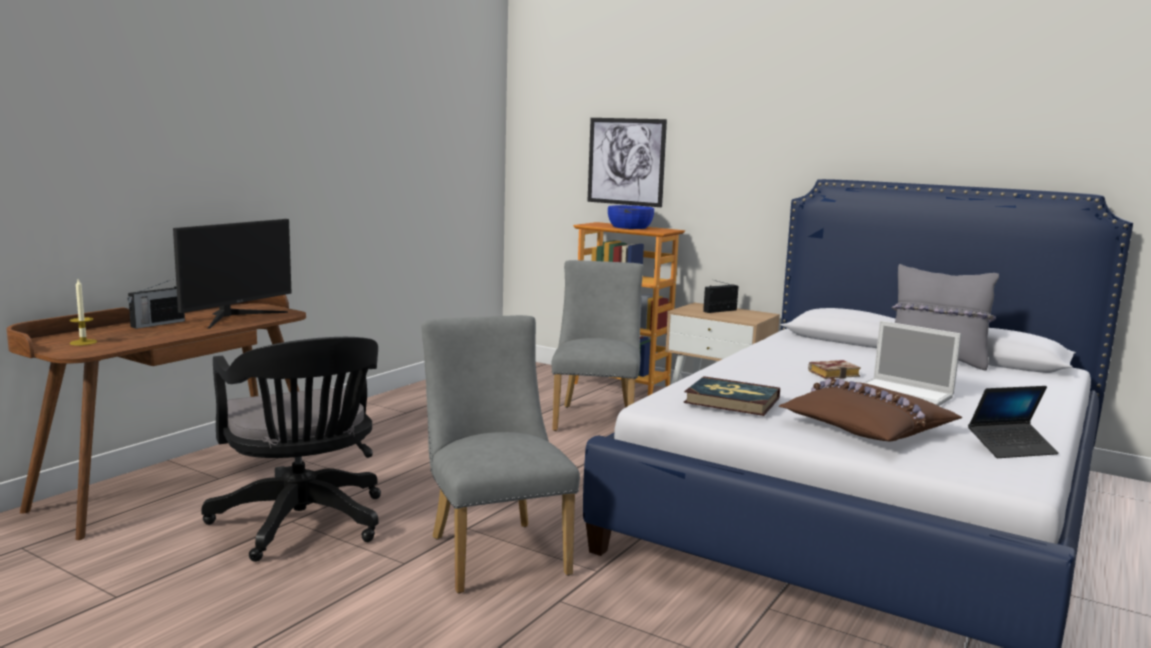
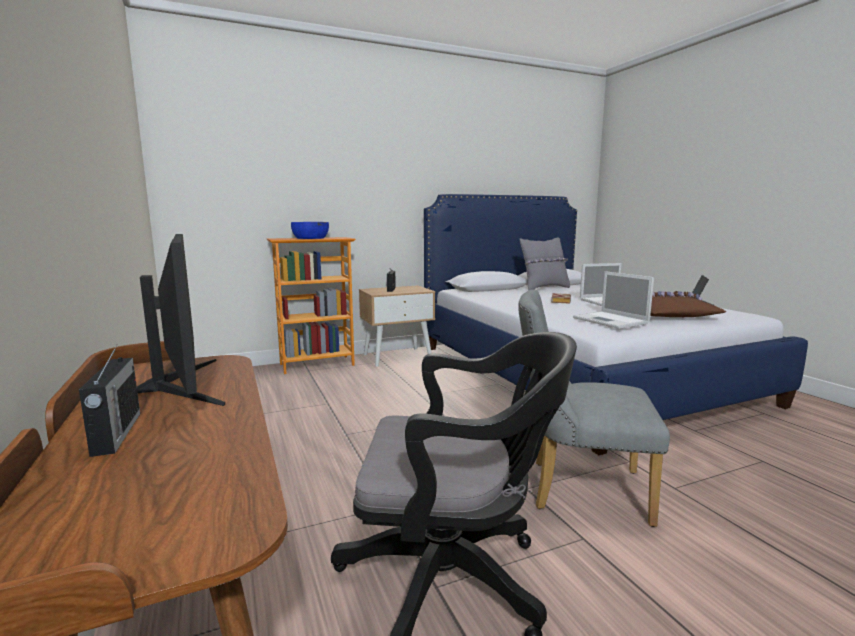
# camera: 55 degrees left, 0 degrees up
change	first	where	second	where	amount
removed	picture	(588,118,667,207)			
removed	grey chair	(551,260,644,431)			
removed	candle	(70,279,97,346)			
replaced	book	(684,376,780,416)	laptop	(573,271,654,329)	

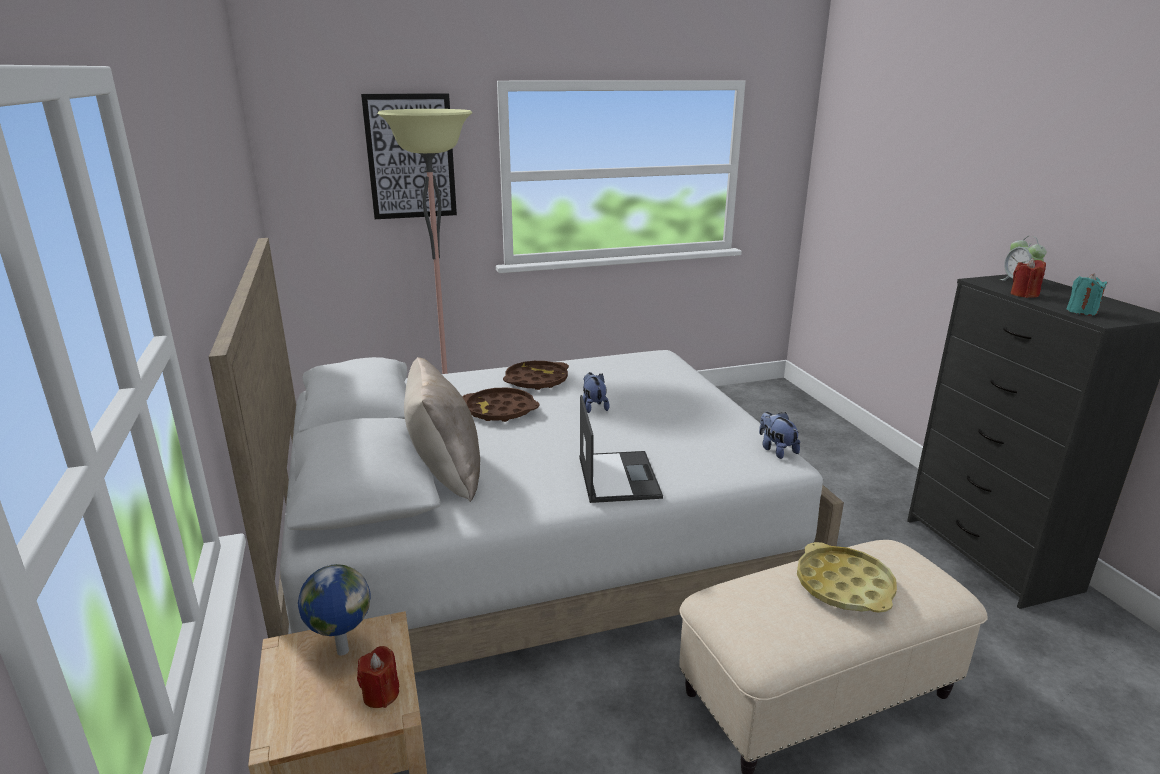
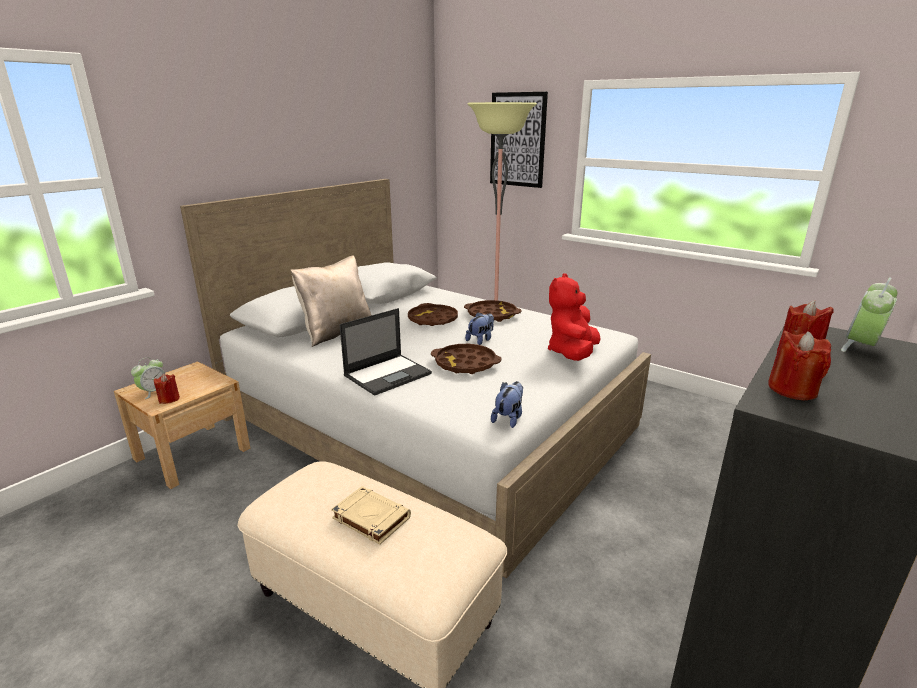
# camera: 55 degrees right, 0 degrees up
change	first	where	second	where	amount
recoloured	turquoise candle	(1066,273,1108,316)	red candle	(768,331,831,400)	
replaced	yellow tray	(797,542,897,613)	beige book	(331,486,411,545)	
removed	globe	(298,564,371,656)			
added			red plush toy	(548,273,601,361)	
added			brown tray	(431,344,501,374)	
added			alarm clock	(131,357,165,399)	

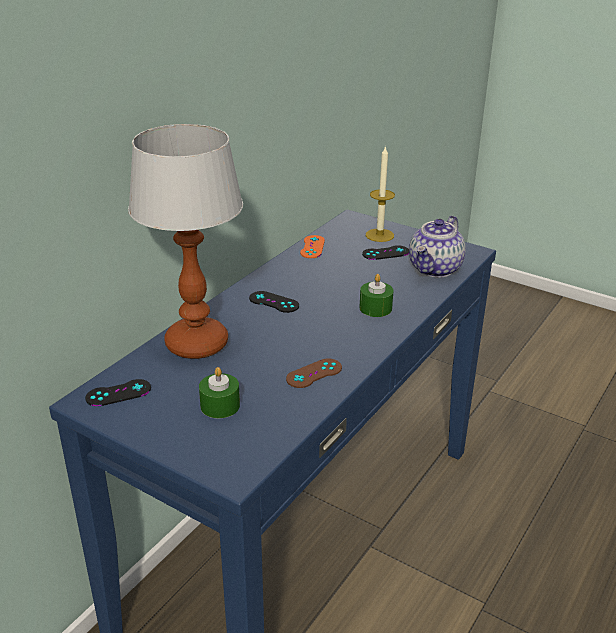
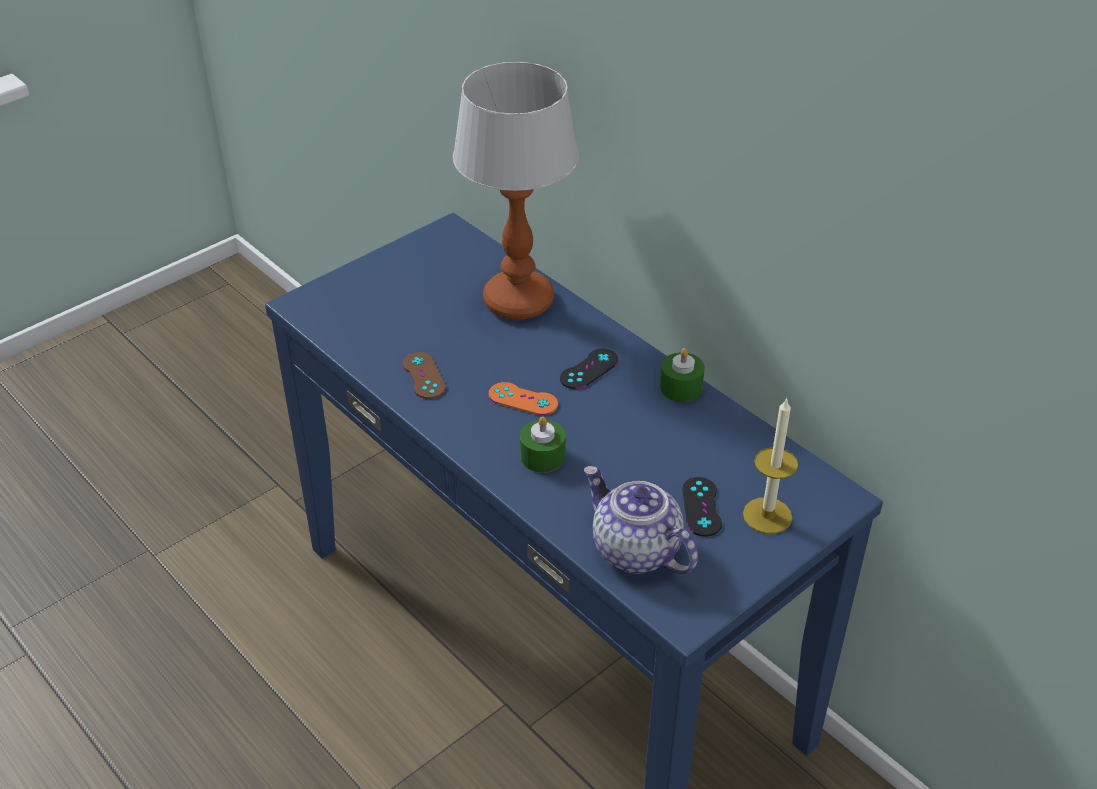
# camera: 105 degrees right, 10 degrees up
change	first	where	second	where	amount
moved	orange game controller	(300,235,325,258)		(489,382,558,415)	
moved	green candle	(199,367,240,418)		(660,348,705,402)	
removed	black game controller	(85,379,151,406)			

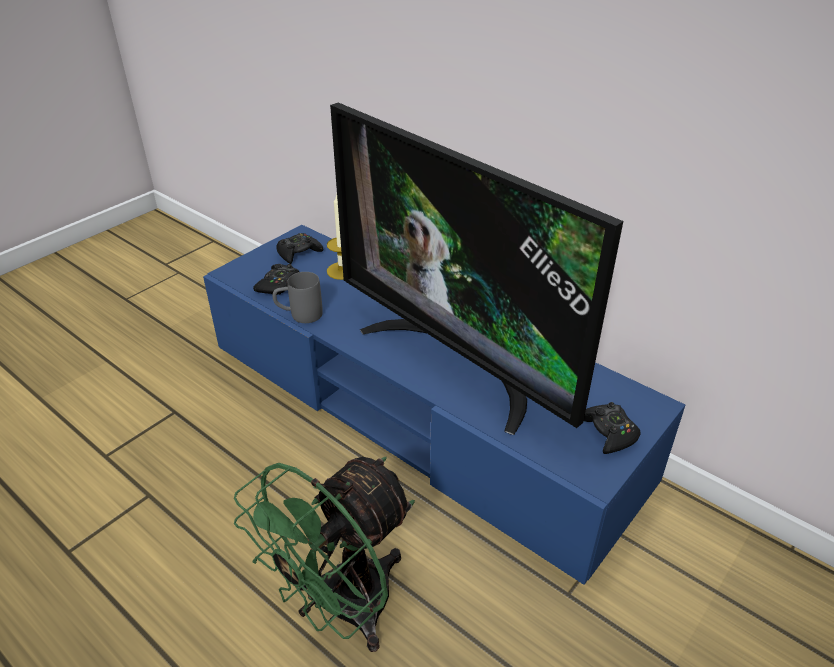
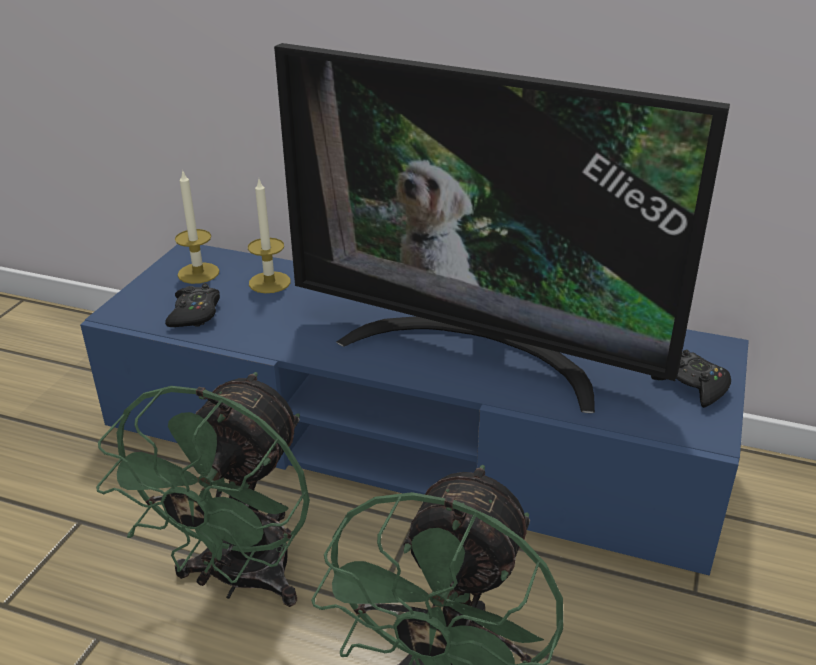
# camera: 20 degrees left, 5 degrees down
change	first	where	second	where	amount
replaced	black game controller	(276,233,323,264)	candle	(175,169,219,284)	
removed	grey mug	(272,272,323,323)			
added			green fan	(96,372,310,607)	

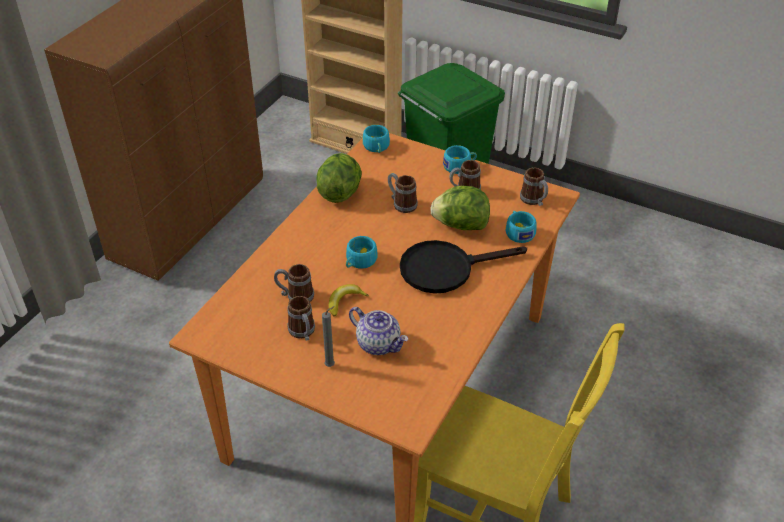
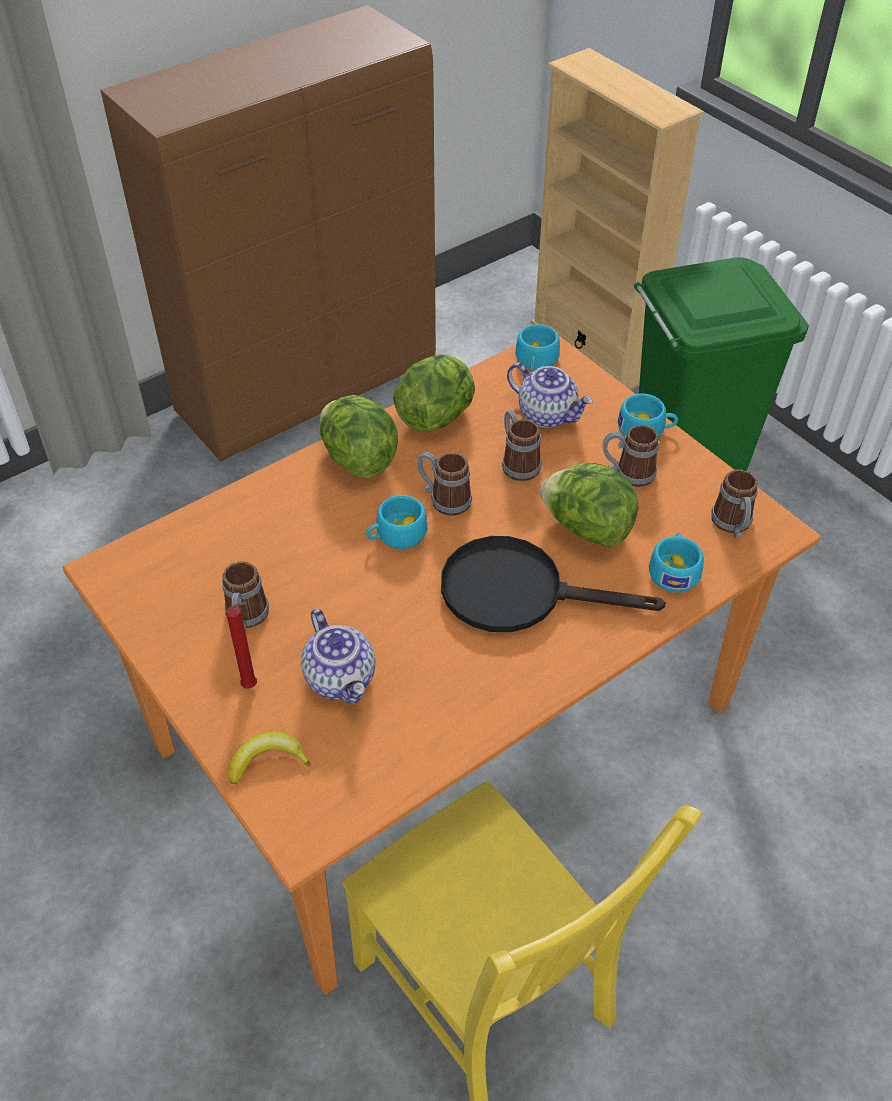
# camera: 25 degrees right, 5 degrees up
change	first	where	second	where	amount
moved	mug	(274,264,314,302)		(417,452,472,516)	
moved	banana	(329,284,369,317)		(228,731,311,784)	
recoloured	grey candle	(322,306,335,367)	red candle	(226,602,257,689)	
added			teapot	(507,363,593,428)	
added			lettuce	(320,395,398,478)	

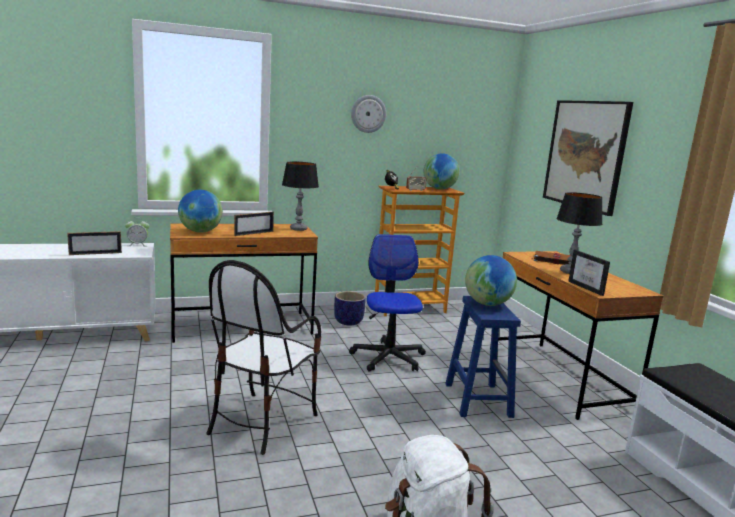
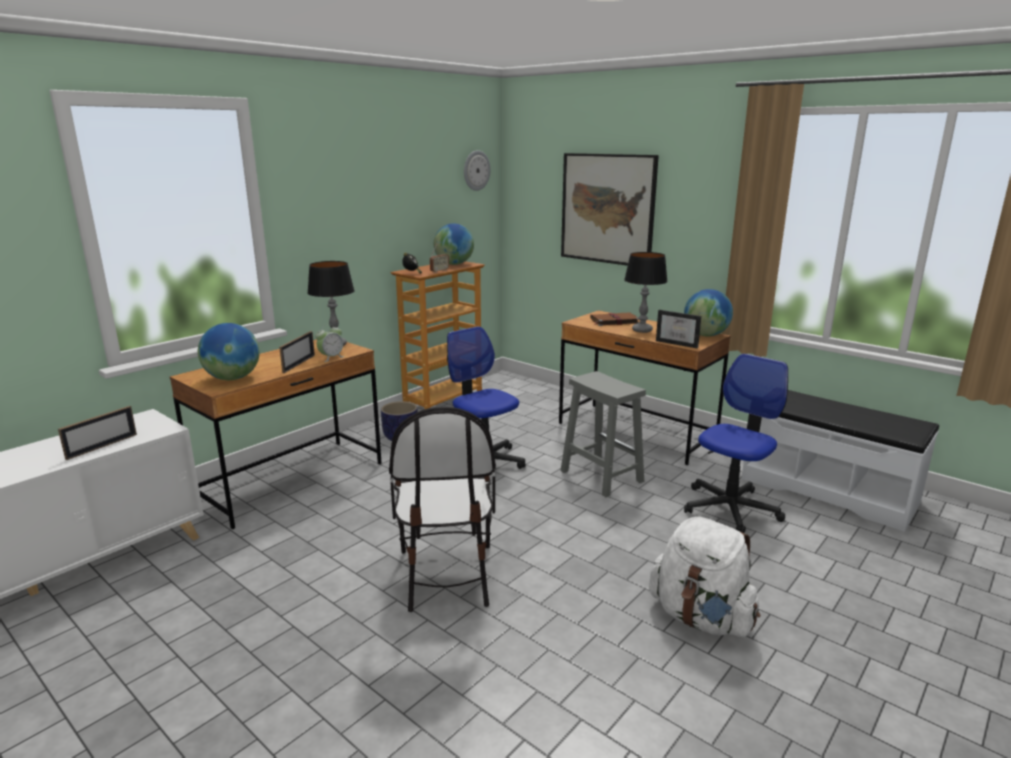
# camera: 30 degrees left, 5 degrees up
change	first	where	second	where	amount
moved	wall clock	(351,95,386,133)		(464,150,491,191)	
moved	alarm clock	(125,218,149,246)		(315,324,345,362)	
moved	globe	(465,255,517,306)		(684,289,733,336)	
recoloured	blue stool	(445,296,521,418)	grey stool	(561,371,646,497)	
added			office chair	(684,354,788,533)	

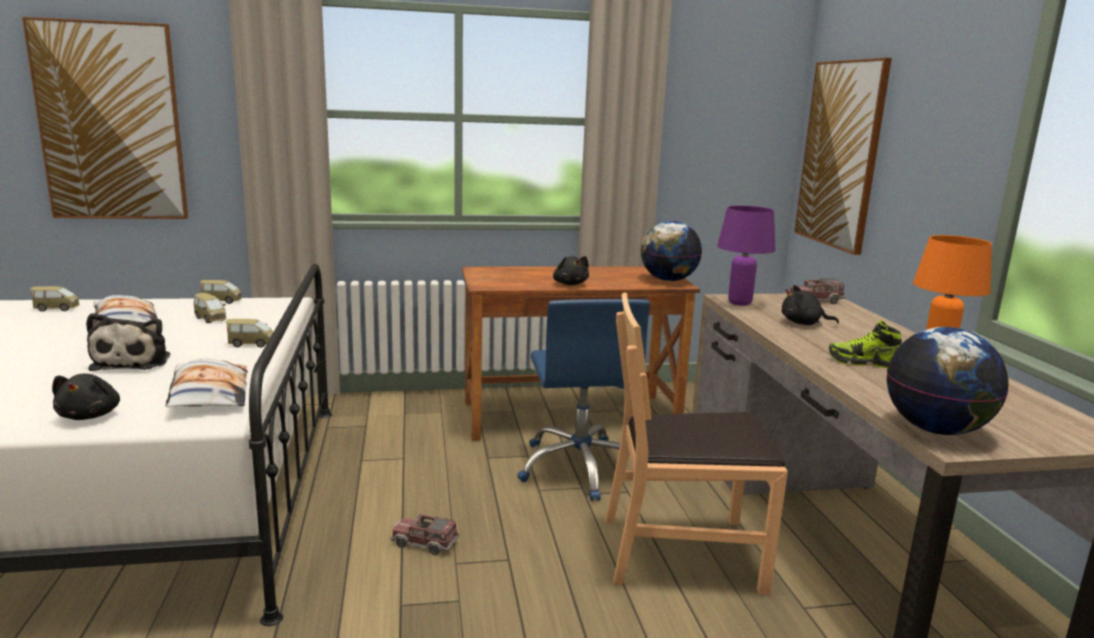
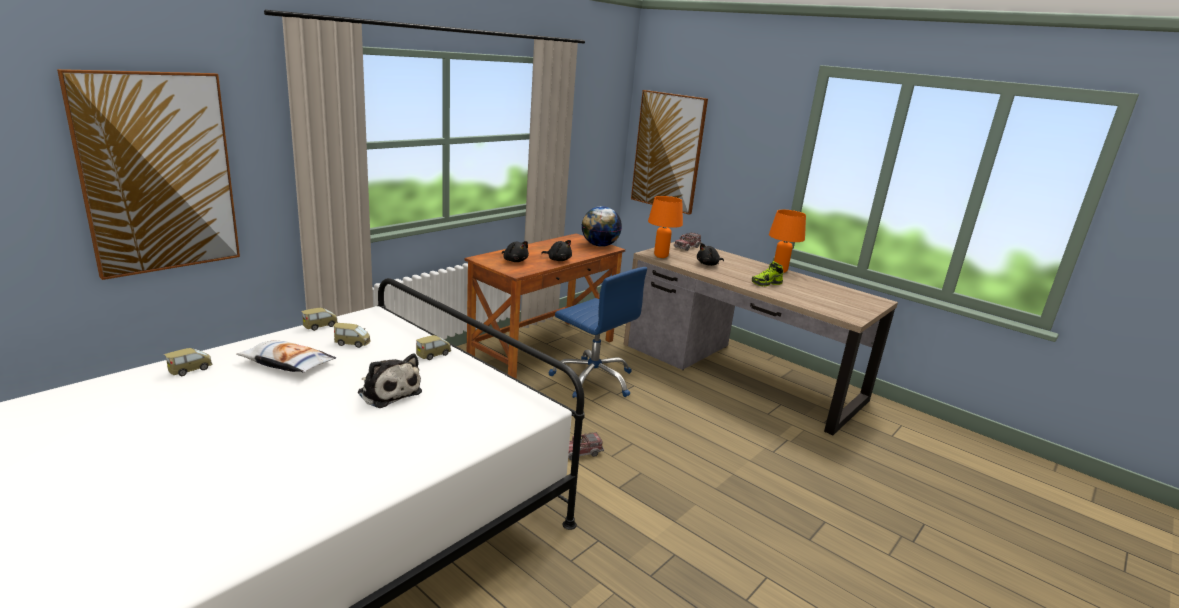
# camera: 40 degrees left, 5 degrees up
change	first	where	second	where	amount
recoloured	purple table lamp	(717,205,776,306)	orange table lamp	(648,196,683,258)	
removed	brown chair	(605,292,788,595)			
removed	globe	(887,327,1009,435)			
removed	pillow	(165,358,248,407)			
moved	black plush toy	(52,374,120,420)		(502,241,529,262)	

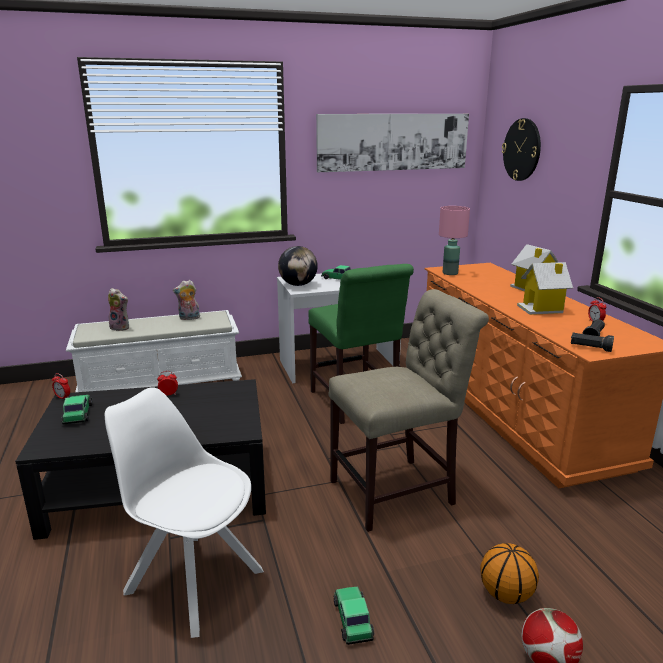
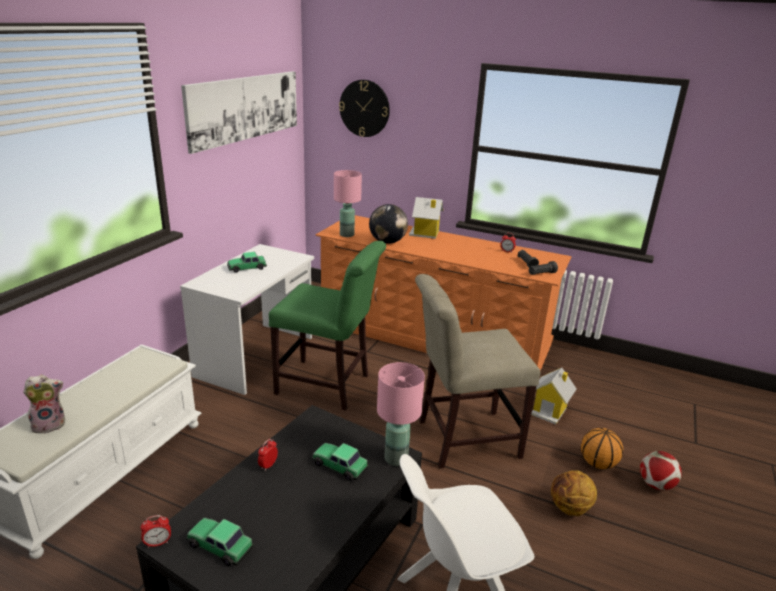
# camera: 50 degrees left, 5 degrees up
change	first	where	second	where	amount
moved	globe	(278,246,318,286)		(369,204,408,244)	
moved	toy house	(517,262,573,315)		(531,368,577,424)	
removed	plush toy	(173,280,200,320)			
turned	beige chair	(328,289,489,532)		(415,274,540,468)	120 degrees counterclockwise
moved	toy car	(333,587,375,645)		(312,443,369,481)	
added			pink table lamp	(377,362,425,466)	
added			basketball	(551,470,597,516)	

